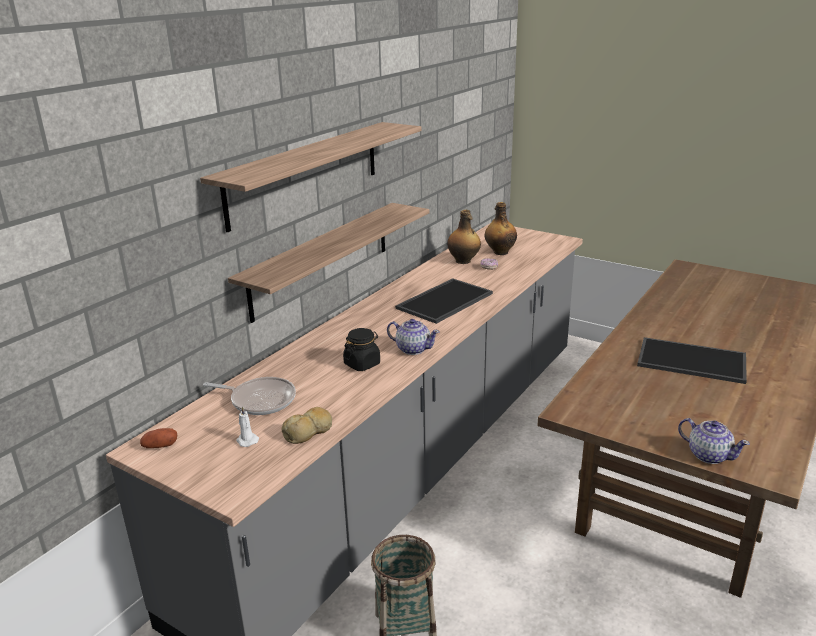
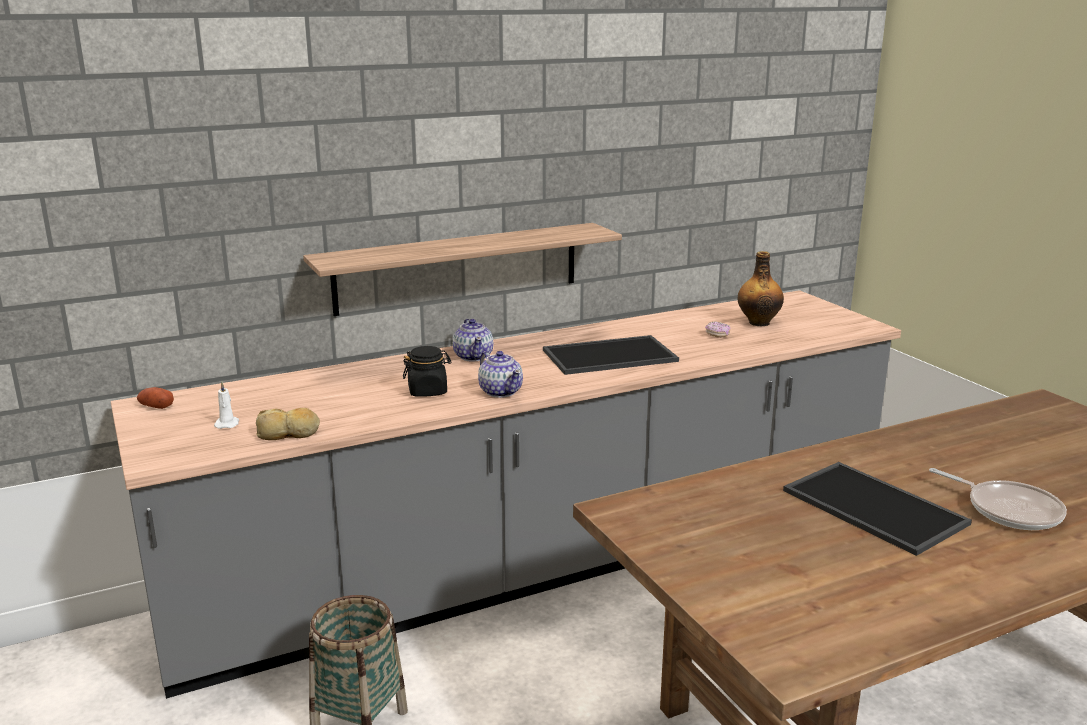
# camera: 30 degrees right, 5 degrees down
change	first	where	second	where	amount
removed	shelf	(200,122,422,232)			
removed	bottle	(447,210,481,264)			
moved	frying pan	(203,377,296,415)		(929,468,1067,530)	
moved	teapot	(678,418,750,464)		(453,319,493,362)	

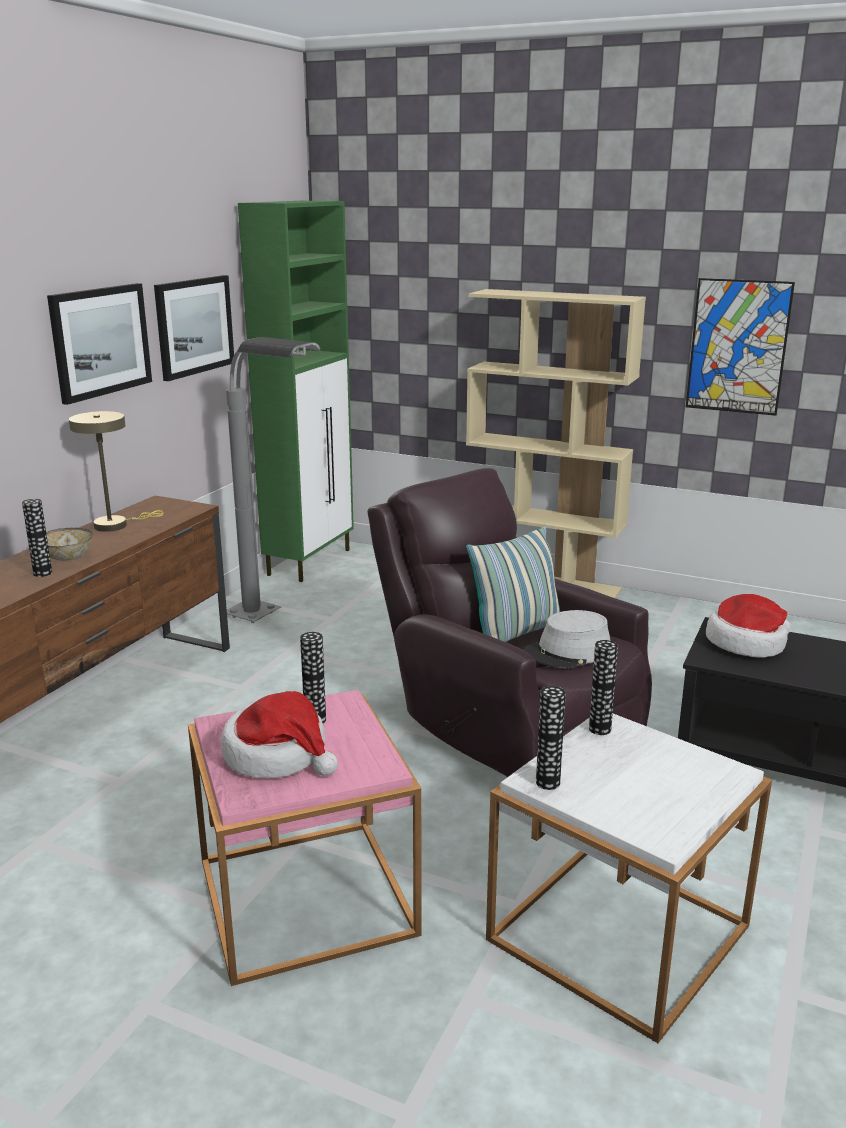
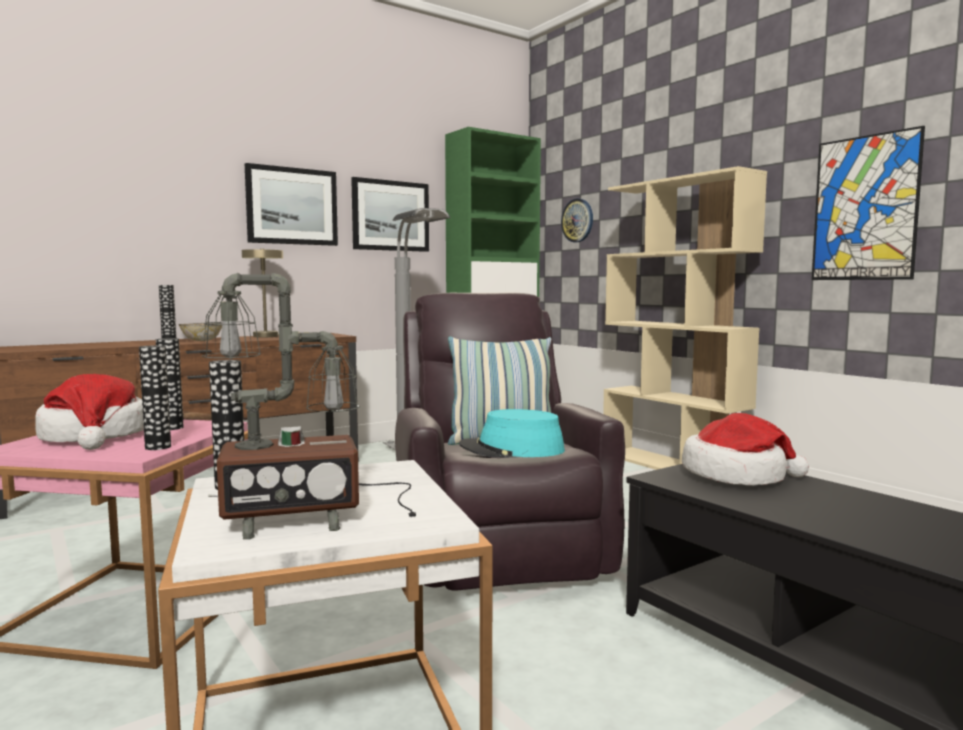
# camera: 30 degrees right, 15 degrees down
change	first	where	second	where	amount
recoloured	grey hat	(524,610,610,669)	turquoise hat	(459,409,565,458)	
moved	vase	(589,640,618,735)		(139,345,171,450)	
added			wall clock	(561,198,593,242)	
added			table lamp	(202,273,416,540)	

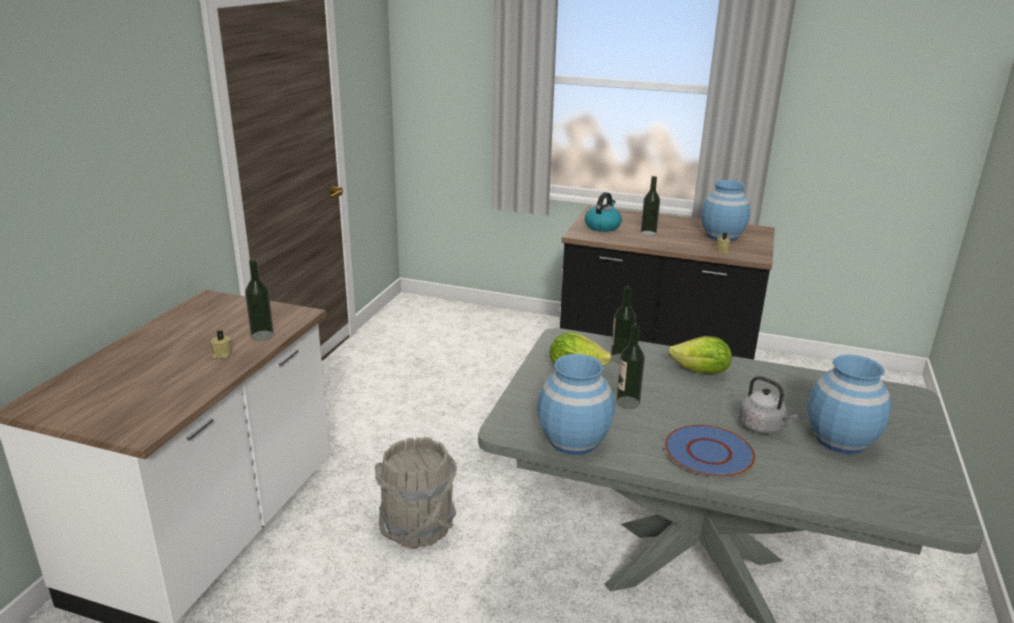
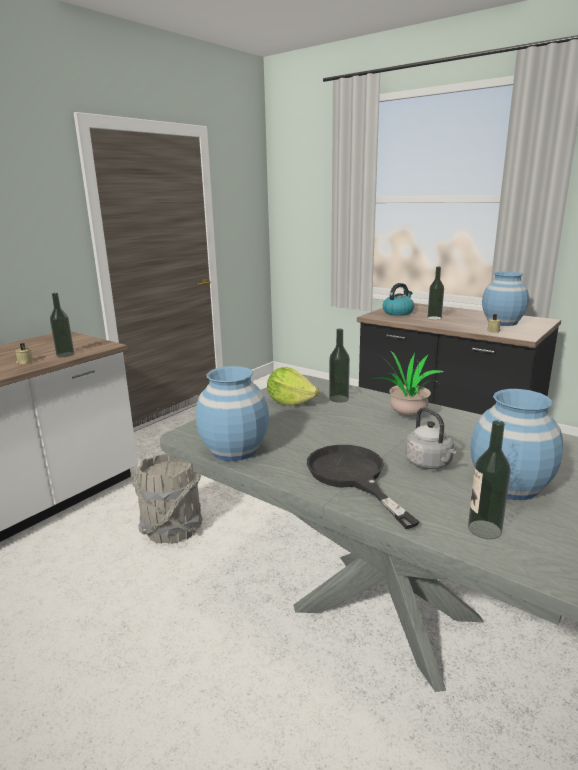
# camera: 20 degrees right, 5 degrees down
change	first	where	second	where	amount
moved	bottle	(616,324,645,409)		(468,420,511,539)	
replaced	lettuce	(668,336,732,374)	potted plant	(370,350,444,417)	
replaced	blue plate	(665,425,755,478)	black frying pan	(307,445,420,529)	

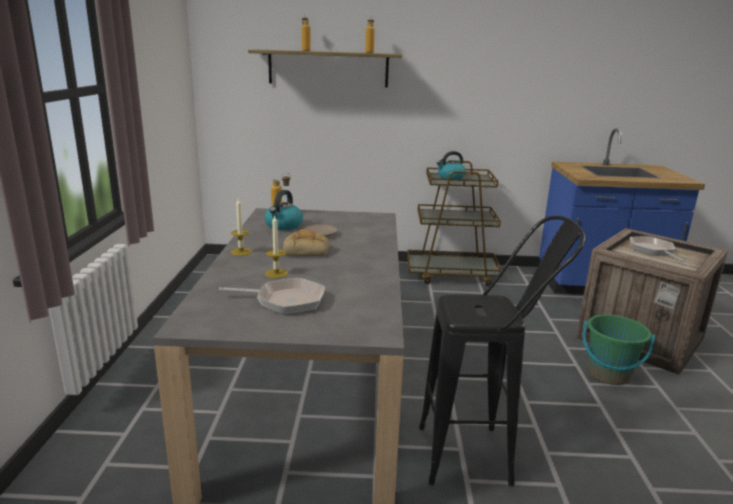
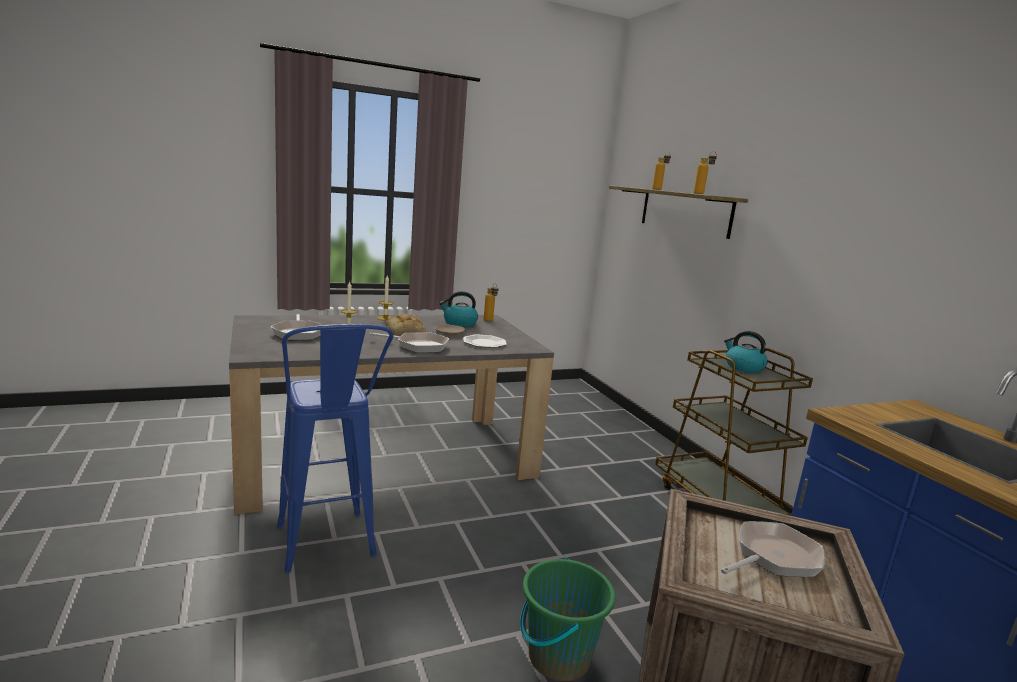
# camera: 65 degrees right, 5 degrees down
change	first	where	second	where	amount
recoloured	black stool	(419,216,585,486)	blue stool	(277,324,393,573)	
added			frying pan	(370,332,449,353)	
added			plate	(463,334,507,348)	

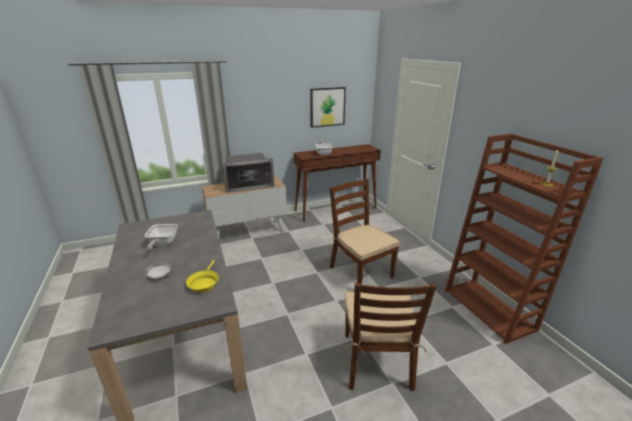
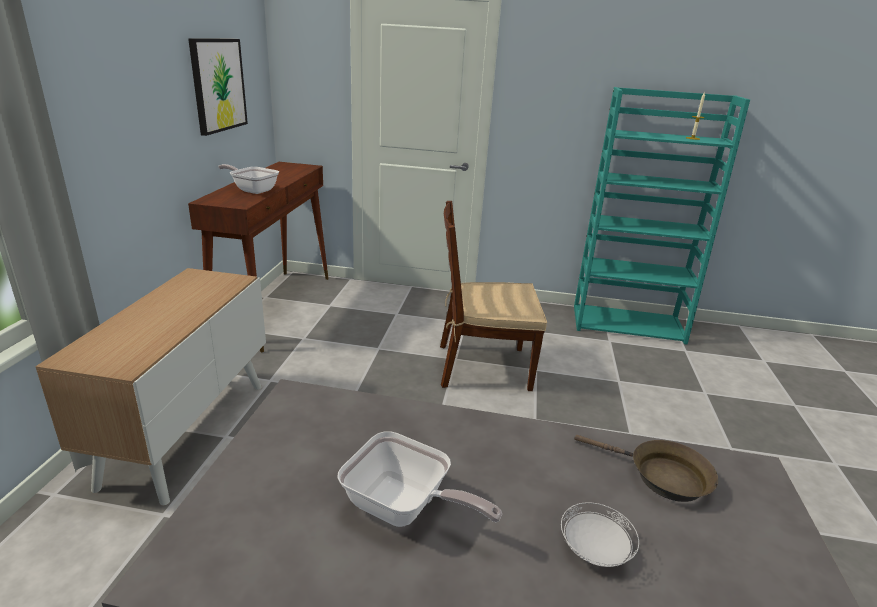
# camera: 60 degrees left, 0 degrees up
change	first	where	second	where	amount
recoloured	brown bookcase	(445,134,604,344)	turquoise bookcase	(574,87,750,345)	
removed	microwave	(222,153,274,193)			
recoloured	yellow frying pan	(186,260,219,293)	brown frying pan	(574,435,718,502)	
removed	brown chair	(343,282,437,391)			

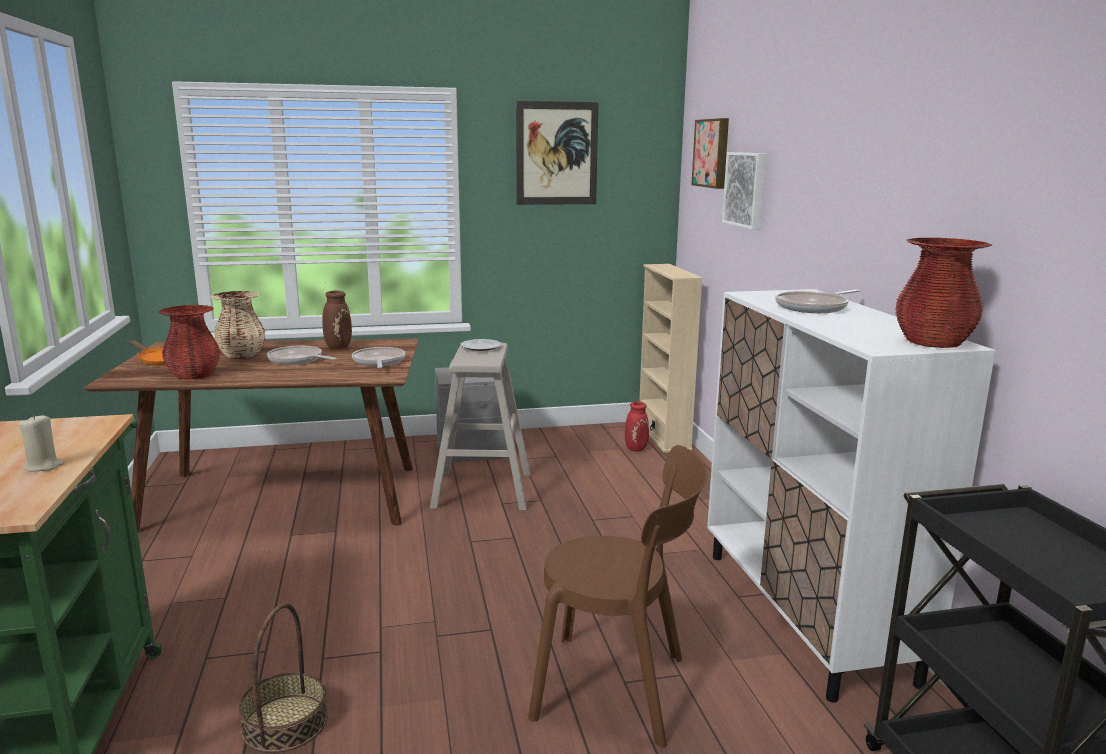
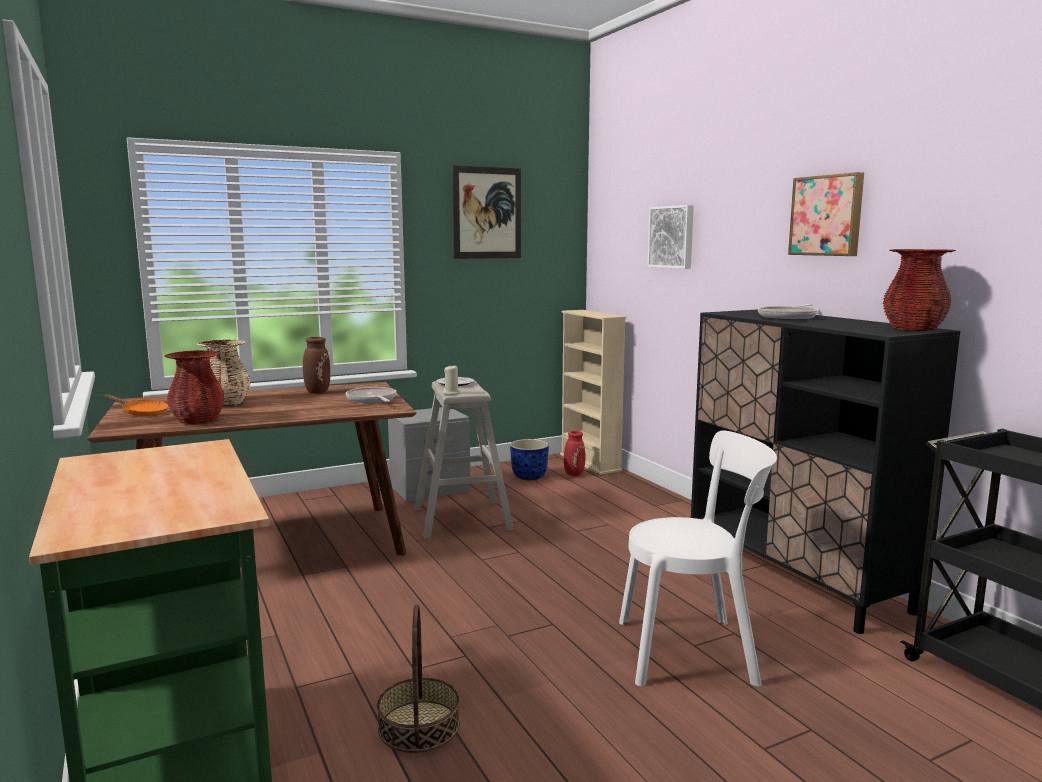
# camera: 15 degrees left, 5 degrees down
change	first	where	second	where	amount
moved	picture	(691,118,729,189)		(788,172,864,256)	
recoloured	white cabinet	(707,289,996,703)	black cabinet	(691,309,960,634)	
removed	frying pan	(267,345,337,365)			
moved	beige candle	(19,414,64,472)		(443,366,460,395)	
recoloured	brown chair	(528,445,707,748)	white chair	(619,430,777,687)	
added			planter	(510,439,549,480)	

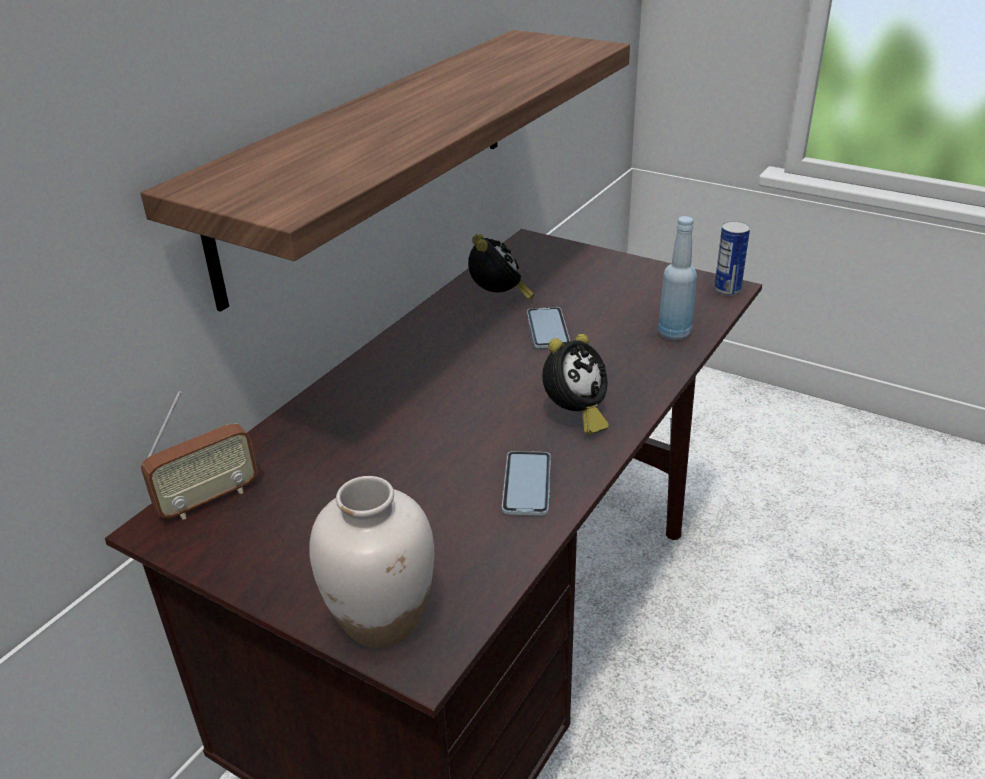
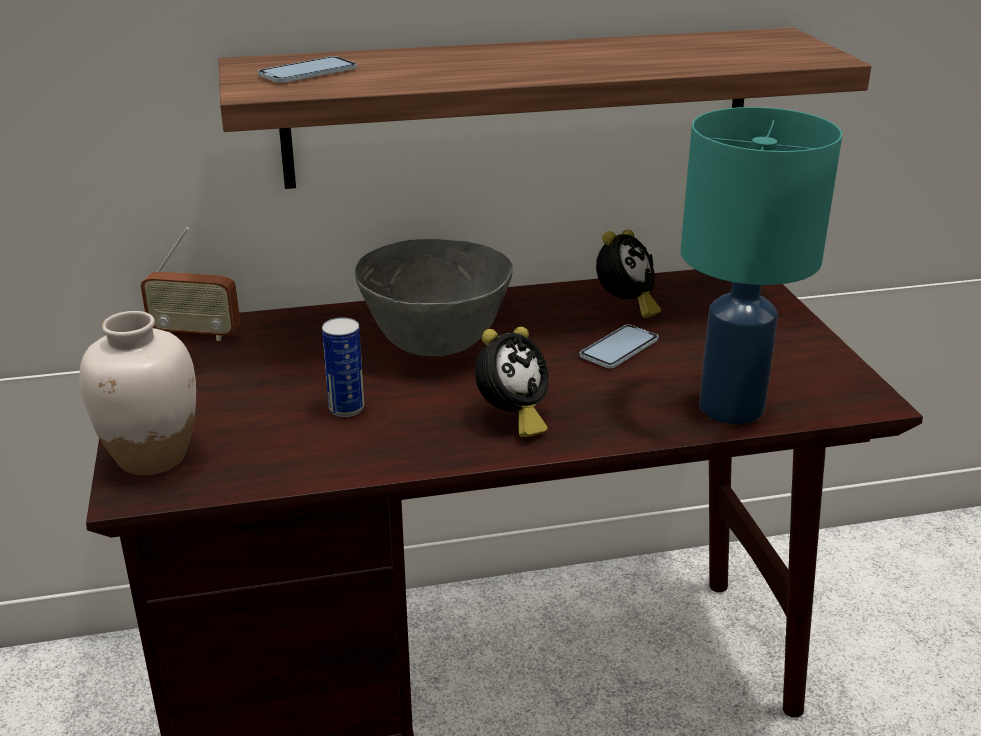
# camera: 45 degrees right, 5 degrees down
change	first	where	second	where	amount
replaced	blue bottle	(658,216,697,340)	turquoise table lamp	(681,107,842,424)	
moved	can	(714,221,750,296)		(322,318,365,417)	
turned	alarm clock	(542,334,609,434)		(475,327,549,437)	45 degrees counterclockwise
moved	phone	(502,451,551,516)		(258,56,357,83)	
added			grey bowl	(355,239,513,356)	

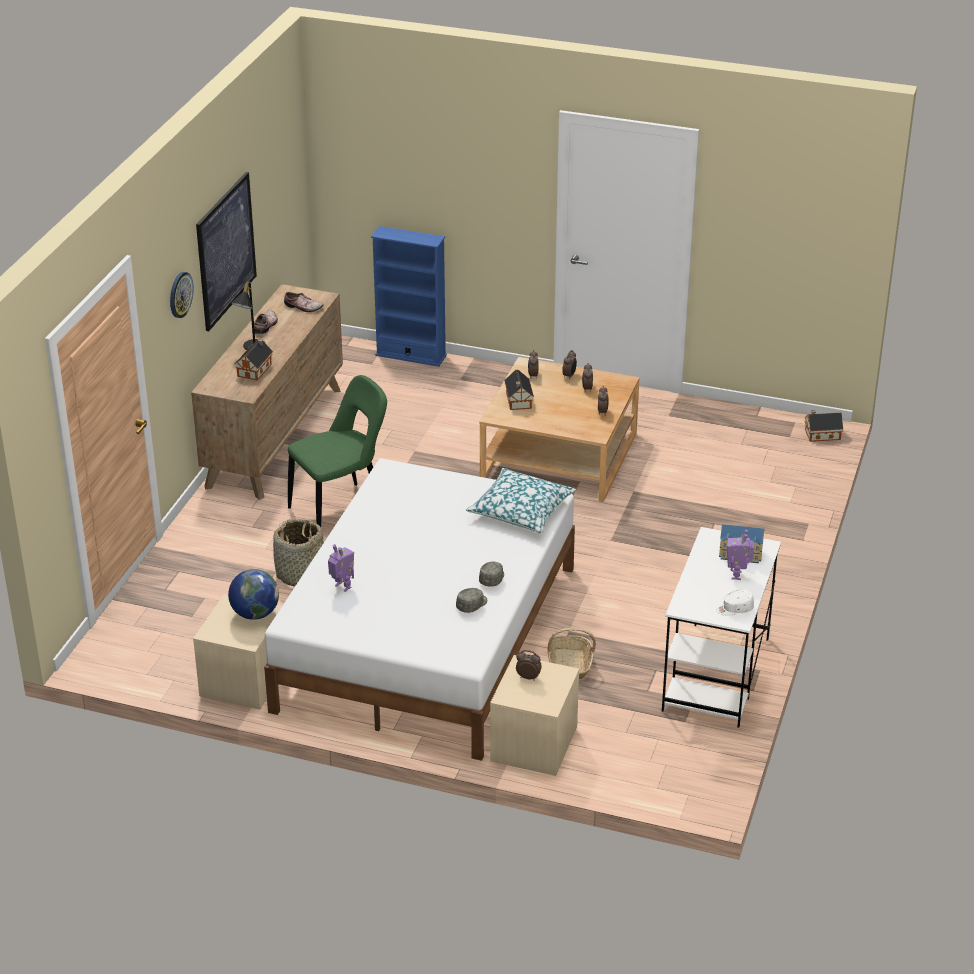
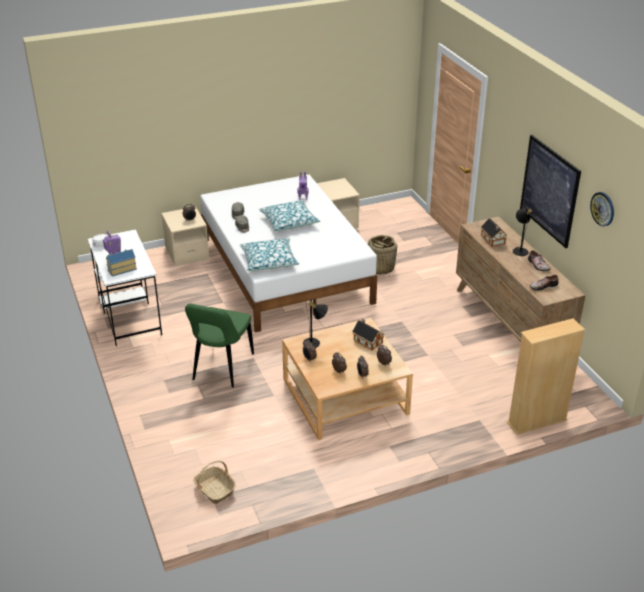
# camera: 140 degrees right, 0 degrees up
change	first	where	second	where	amount
recoloured	blue bookcase	(371,226,447,367)	beige bookcase	(507,318,585,435)	
moved	wall clock	(170,272,194,318)		(590,192,614,226)	
moved	green chair	(288,375,387,527)		(185,304,254,387)	
removed	toy house	(804,410,843,442)			
removed	globe	(228,569,279,620)			
moved	basket	(547,628,596,679)		(193,460,236,504)	
added			pillow	(259,200,320,231)	
added			black table lamp	(303,298,328,348)	

